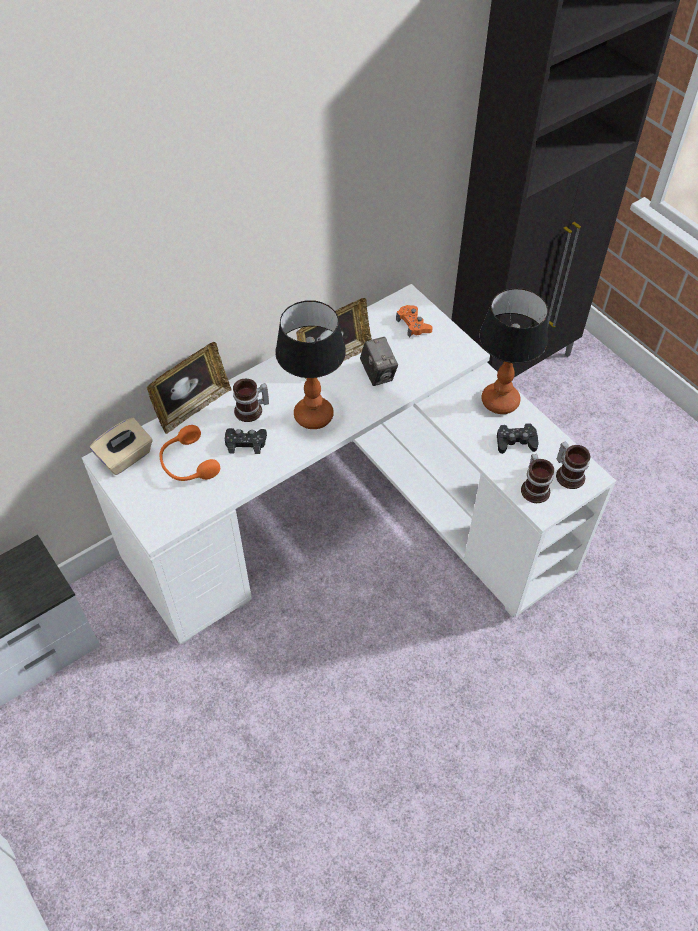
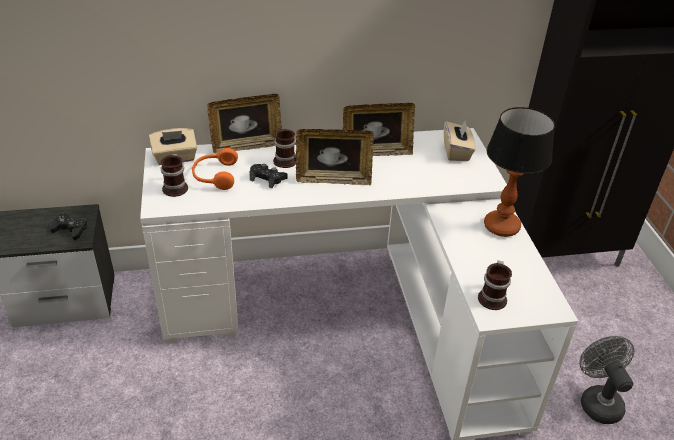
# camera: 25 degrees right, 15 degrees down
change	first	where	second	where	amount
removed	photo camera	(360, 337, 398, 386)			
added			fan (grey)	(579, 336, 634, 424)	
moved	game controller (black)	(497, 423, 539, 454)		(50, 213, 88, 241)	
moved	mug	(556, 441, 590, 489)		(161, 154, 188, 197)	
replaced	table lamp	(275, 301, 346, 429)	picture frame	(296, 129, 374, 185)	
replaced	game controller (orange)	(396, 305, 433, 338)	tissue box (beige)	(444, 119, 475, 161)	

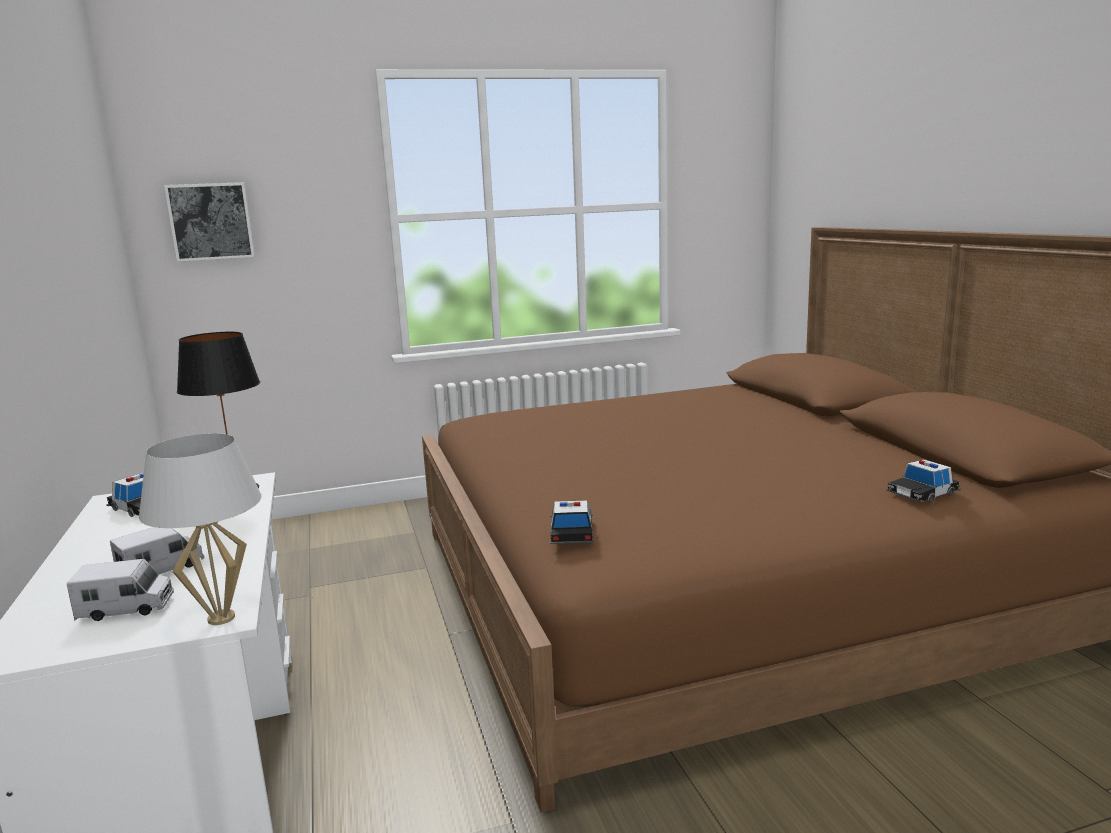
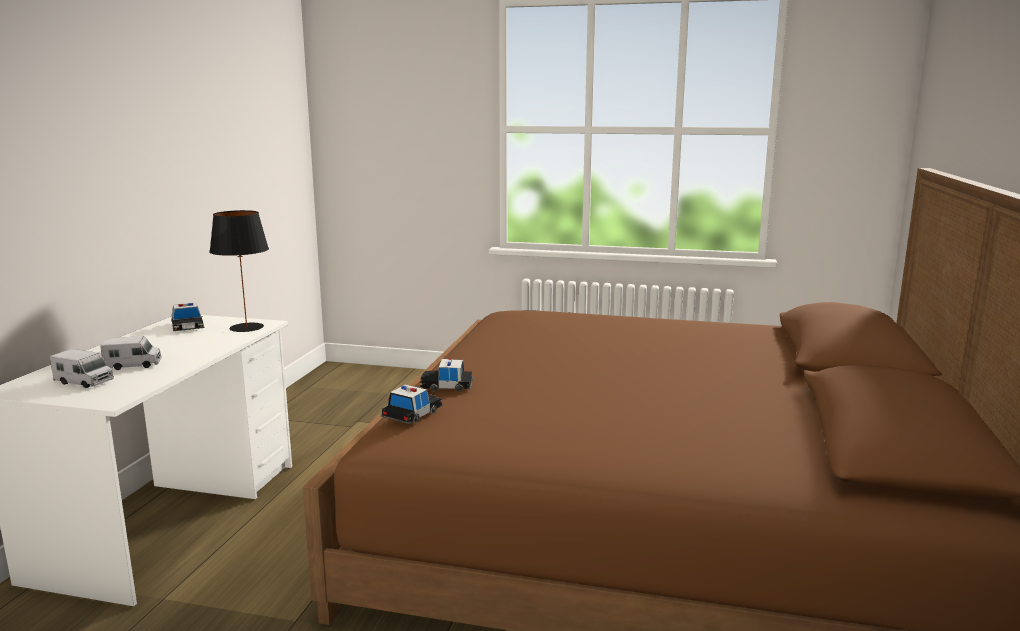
# camera: 30 degrees right, 0 degrees up
change	first	where	second	where	amount
removed	table lamp (white)	(139, 433, 262, 625)			
removed	picture	(164, 182, 255, 262)			
moved	toy car	(886, 459, 961, 502)		(419, 359, 473, 392)	

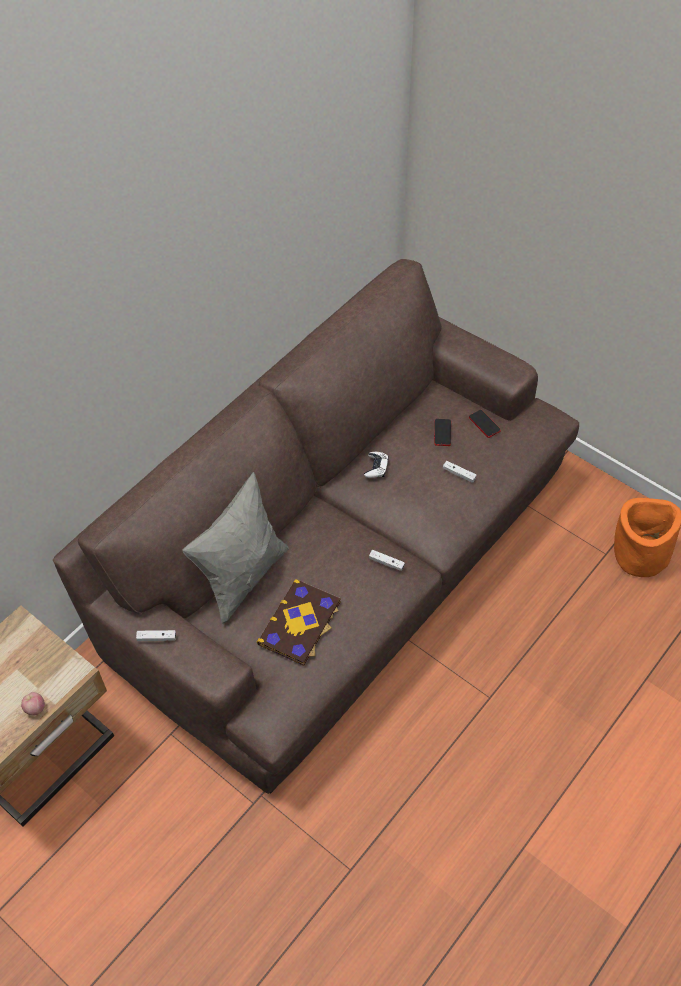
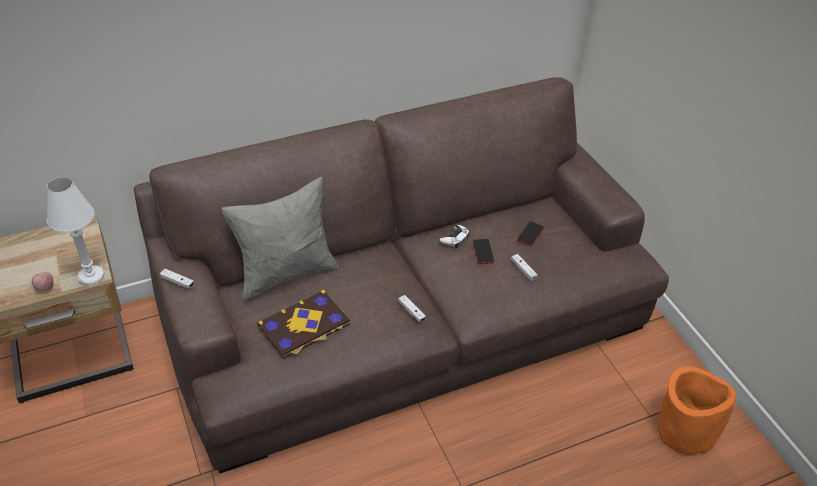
# camera: 25 degrees right, 10 degrees down
change	first	where	second	where	amount
added			table lamp (white)	(47, 177, 104, 286)	
moved	phone	(469, 410, 501, 438)		(473, 239, 494, 264)	

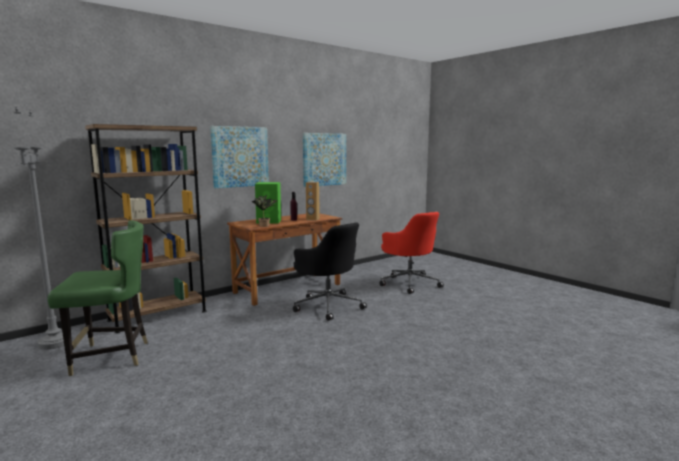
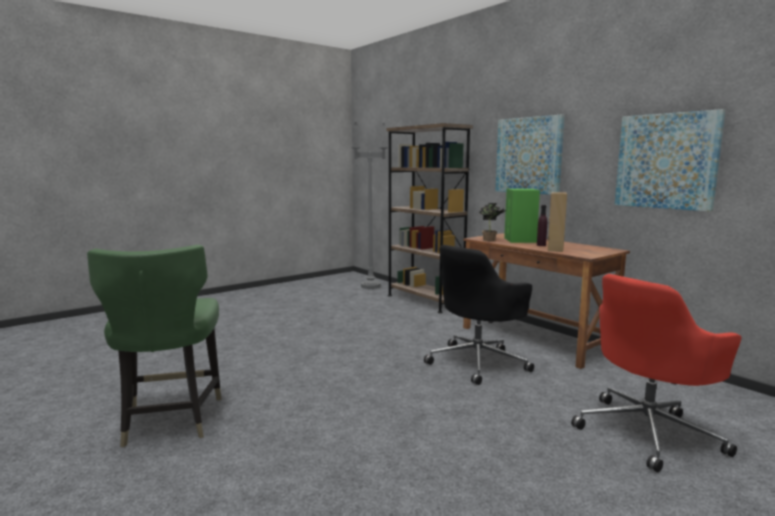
# camera: 90 degrees right, 0 degrees up
change	first	where	second	where	amount
moved	chair (green)	(48, 220, 148, 376)		(87, 245, 221, 447)	

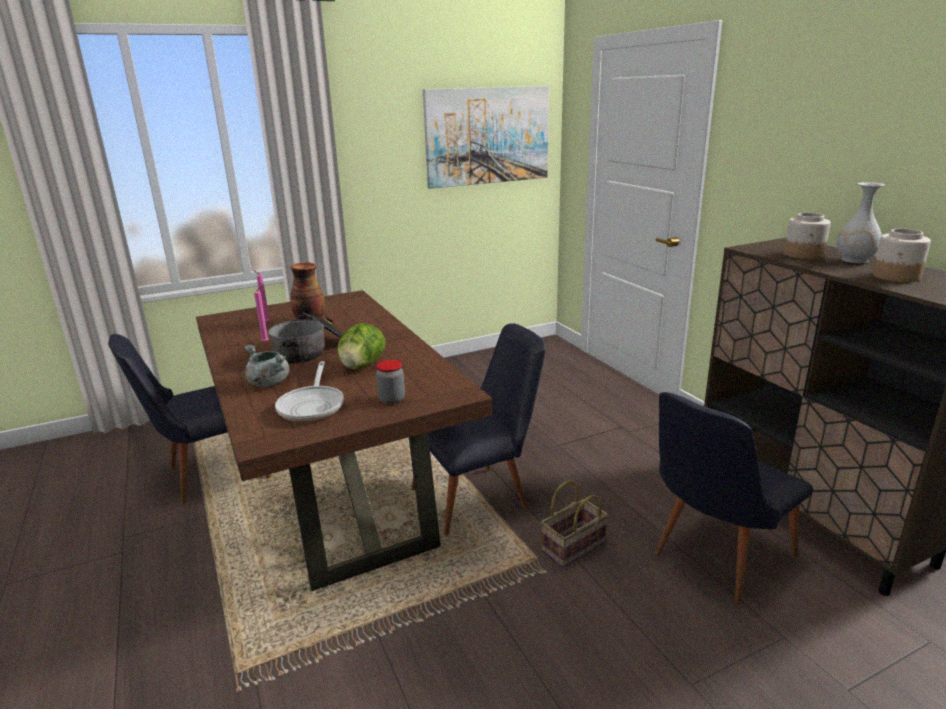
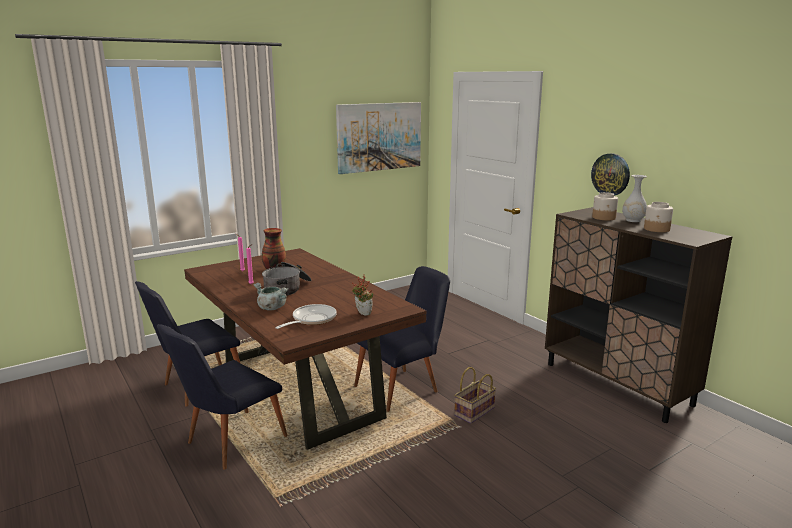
# camera: 10 degrees left, 5 degrees down
change	first	where	second	where	amount
removed	lettuce	(337, 323, 386, 369)			
added			wall clock	(591, 153, 630, 196)	
moved	chair (black)	(655, 392, 813, 604)		(157, 324, 288, 470)	
replaced	jar	(376, 360, 405, 404)	potted plant	(352, 274, 373, 316)	
turned	frying pan	(275, 361, 344, 422)		(275, 304, 337, 329)	135 degrees counterclockwise

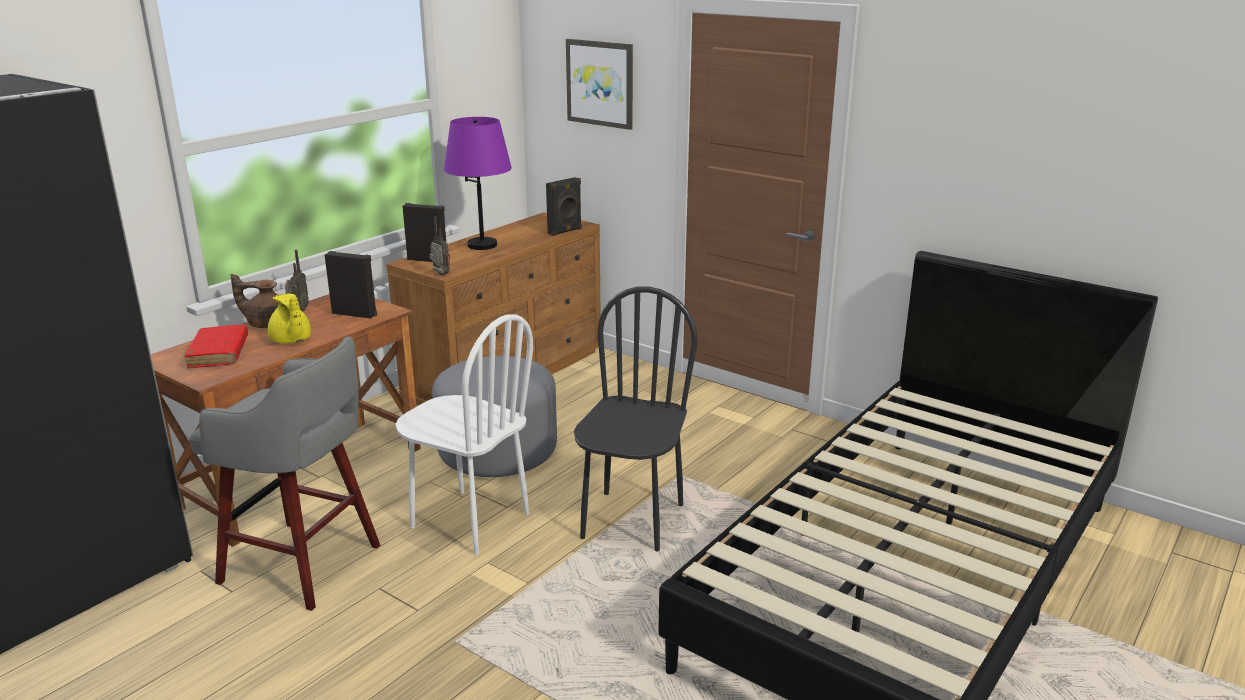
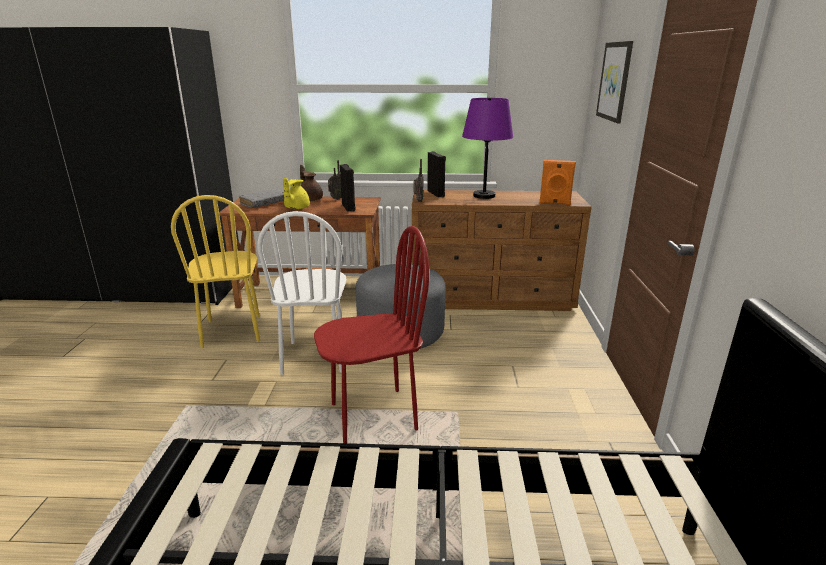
# camera: 55 degrees right, 0 degrees up
change	first	where	second	where	amount
replaced	stool (grey)	(189, 336, 380, 611)	chair (yellow)	(171, 195, 260, 348)	
recoloured	book (red)	(185, 325, 248, 368)	book (grey)	(239, 189, 284, 208)	
recoloured	speaker (black)	(546, 177, 582, 236)	speaker (orange)	(539, 160, 576, 205)	
recoloured	chair (black)	(574, 286, 697, 551)	chair (red)	(314, 226, 429, 443)	

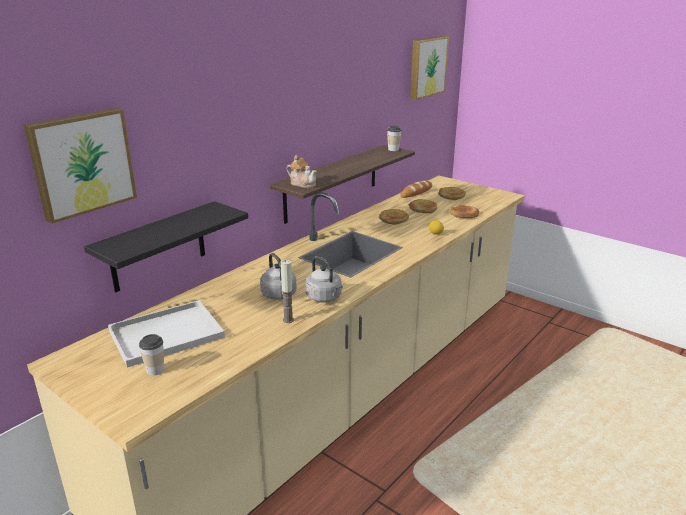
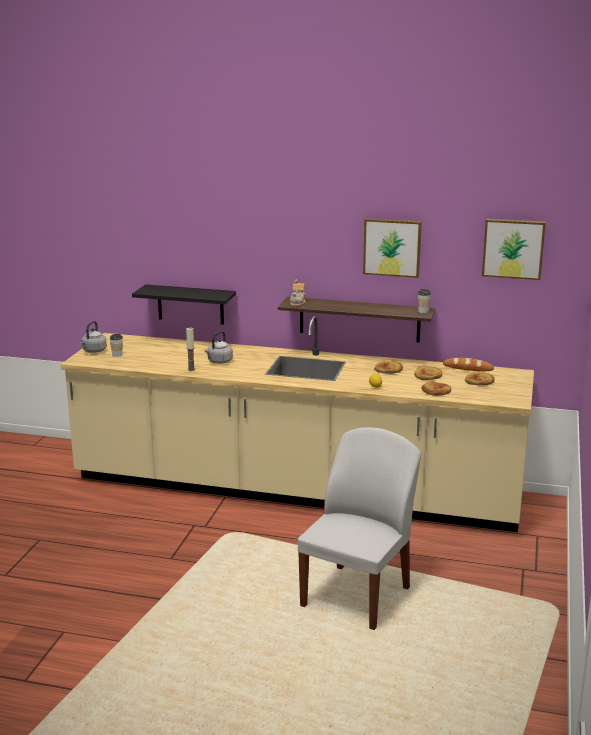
# camera: 65 degrees right, 5 degrees down
change	first	where	second	where	amount
removed	tray (white)	(108, 300, 225, 368)			
added			chair (white)	(298, 427, 421, 630)	
moved	picture	(24, 108, 137, 224)		(363, 218, 422, 278)	
moved	kettle (grey)	(306, 256, 343, 303)		(80, 321, 107, 353)	

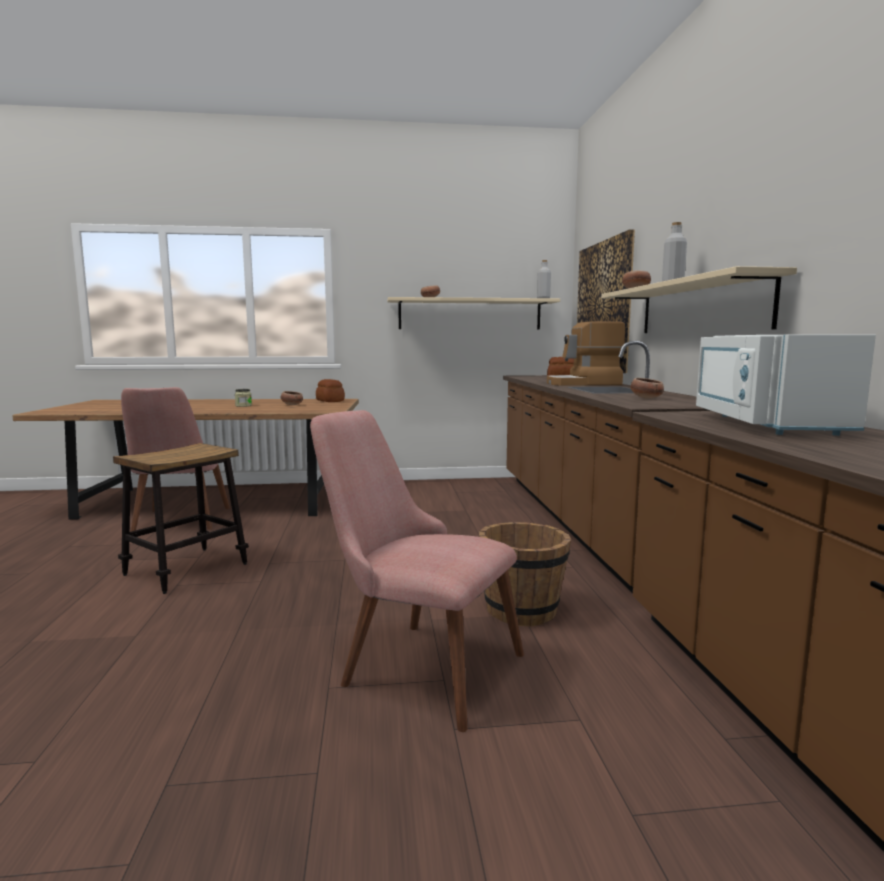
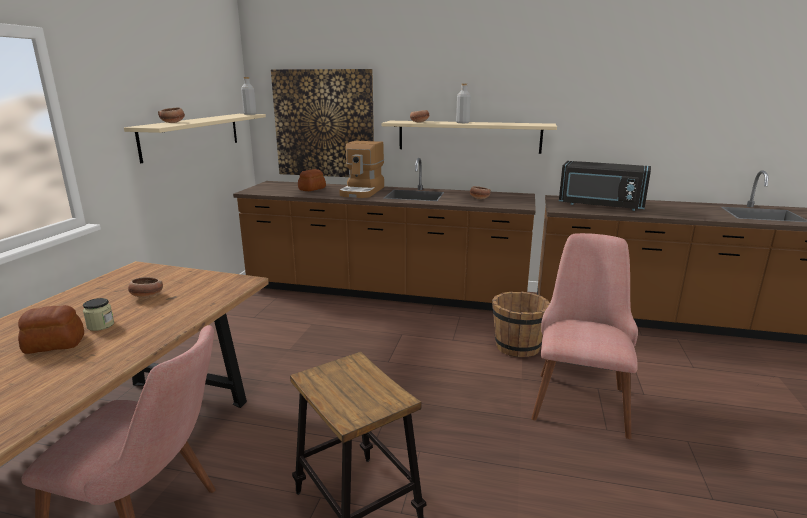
# camera: 70 degrees left, 10 degrees up
change	first	where	second	where	amount
moved	bread	(316, 379, 345, 402)		(18, 305, 84, 354)	
recoloured	microwave (white)	(696, 334, 876, 436)	microwave (black)	(559, 161, 651, 211)	
turned	chair (pink)	(310, 410, 524, 732)		(531, 233, 638, 439)	150 degrees clockwise

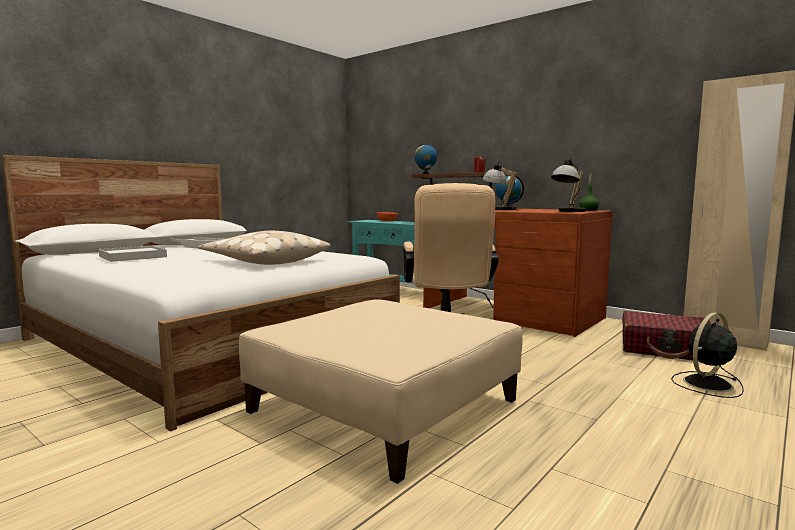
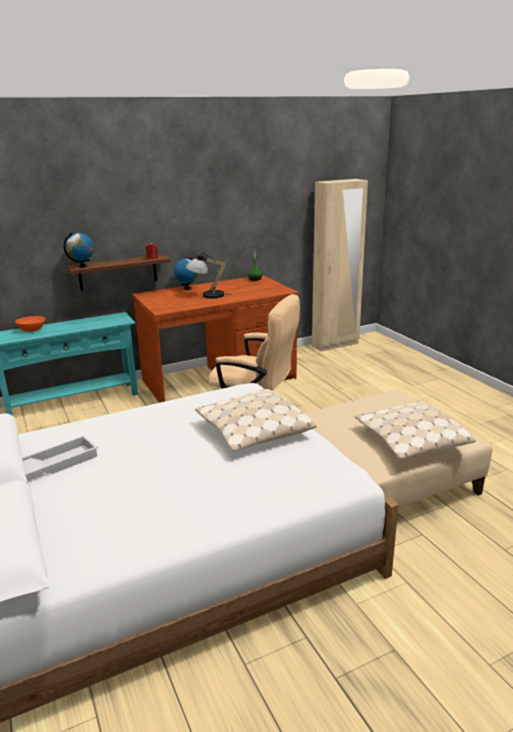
# camera: 65 degrees left, 15 degrees up
change	first	where	second	where	amount
removed	tray (white)	(99, 246, 167, 262)			
removed	table lamp	(551, 158, 586, 212)			
removed	suitcase (red)	(622, 311, 711, 360)			
removed	fan (black)	(671, 312, 744, 398)			
added			pillow (beige)	(354, 401, 476, 459)	

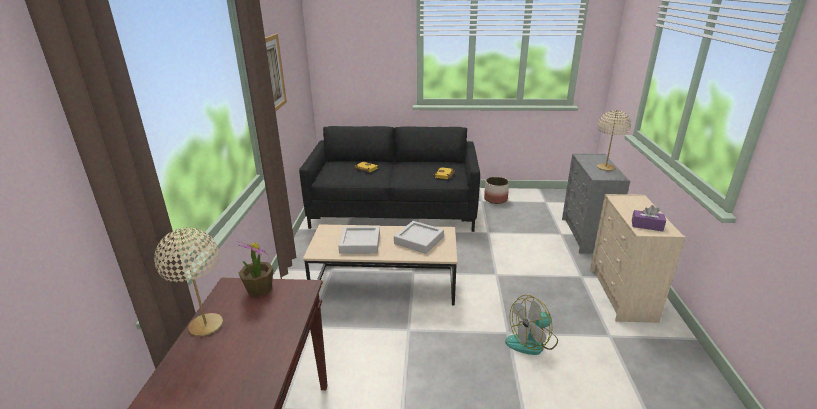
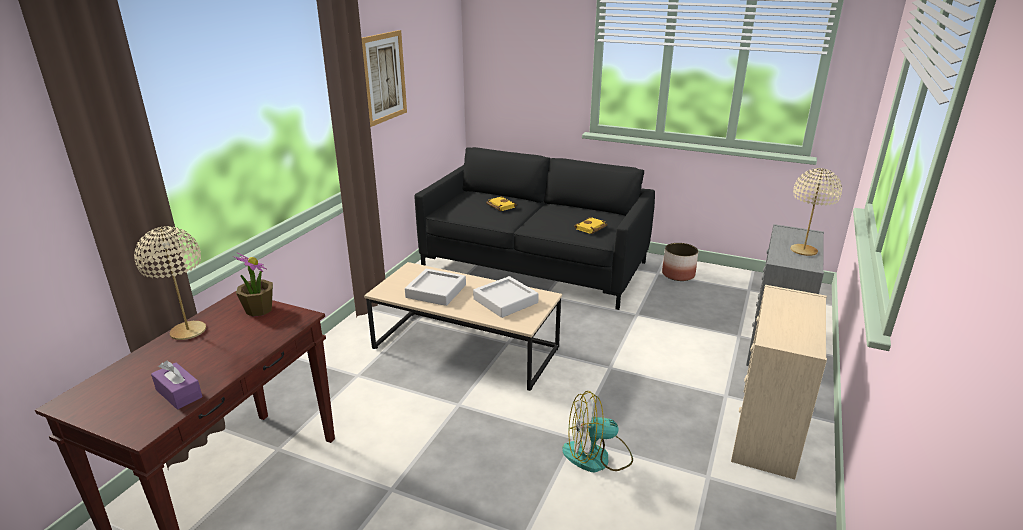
# camera: 20 degrees right, 0 degrees up
change	first	where	second	where	amount
moved	tissue box (purple)	(632, 205, 666, 231)		(151, 361, 202, 409)	

